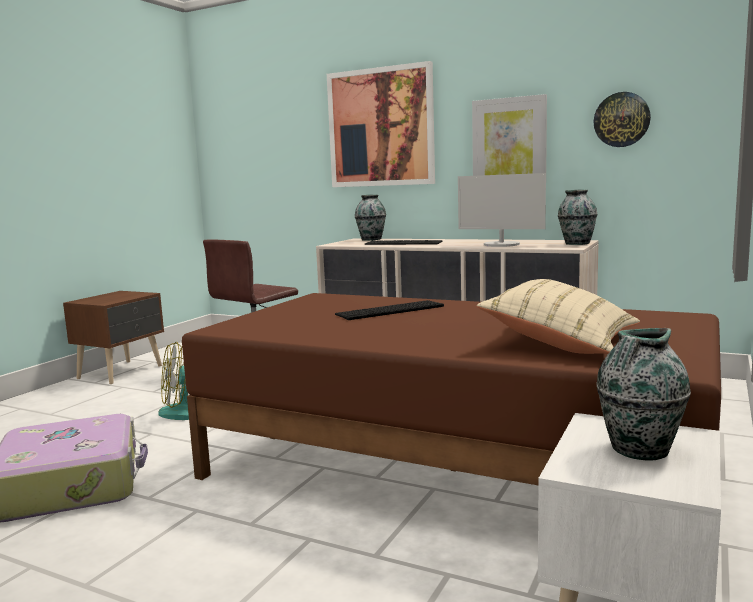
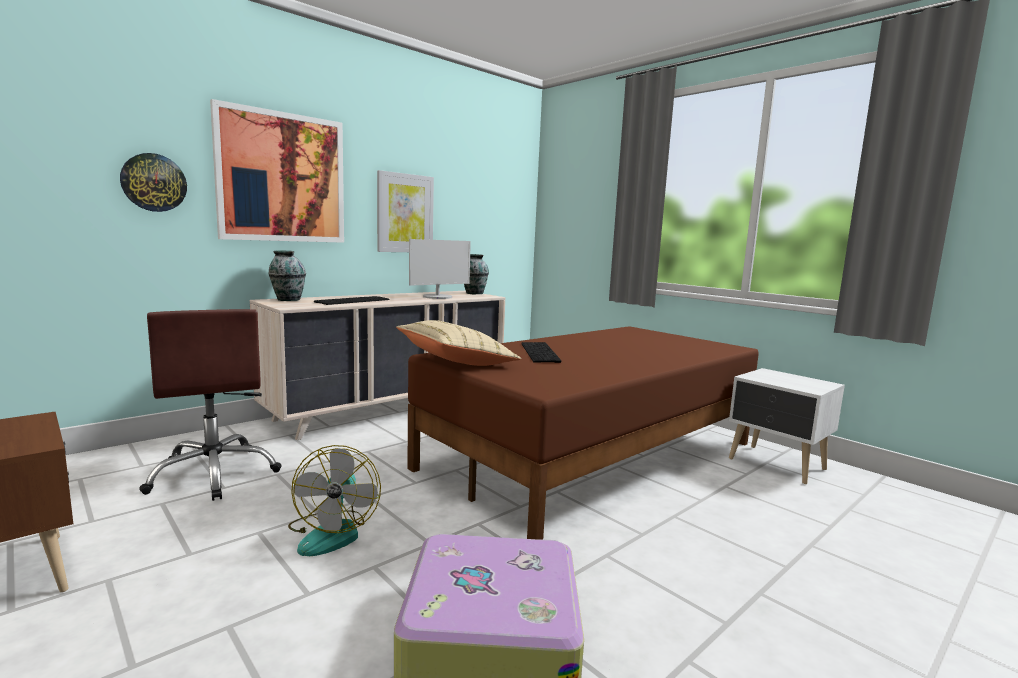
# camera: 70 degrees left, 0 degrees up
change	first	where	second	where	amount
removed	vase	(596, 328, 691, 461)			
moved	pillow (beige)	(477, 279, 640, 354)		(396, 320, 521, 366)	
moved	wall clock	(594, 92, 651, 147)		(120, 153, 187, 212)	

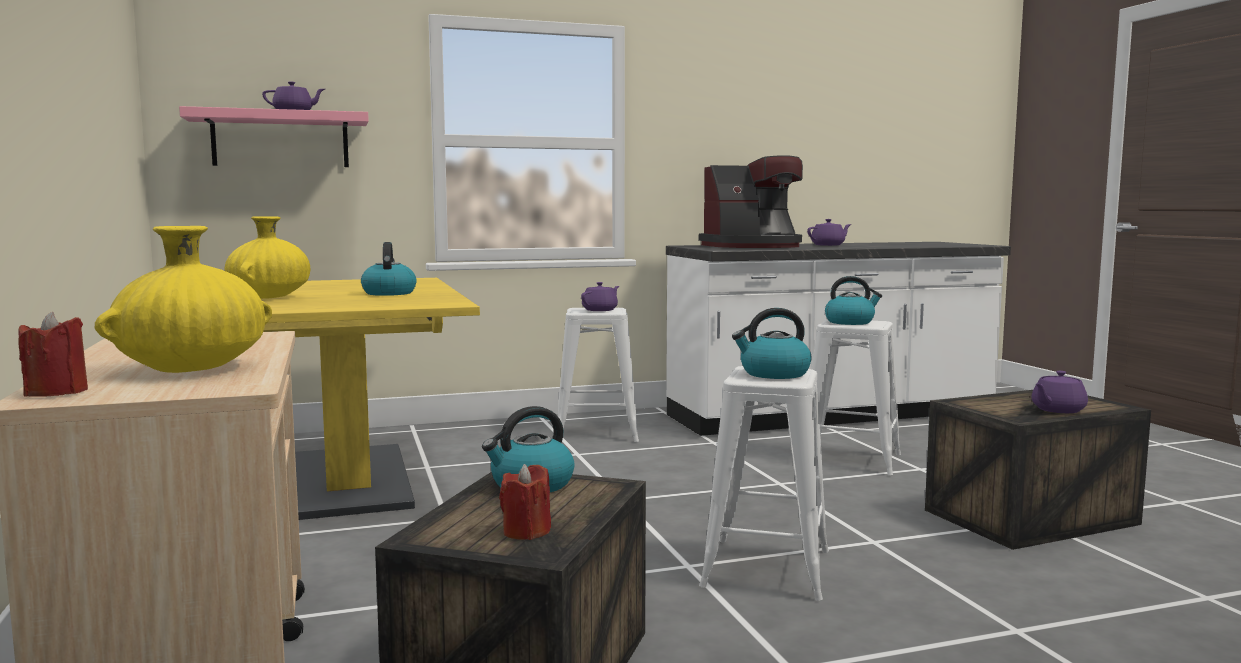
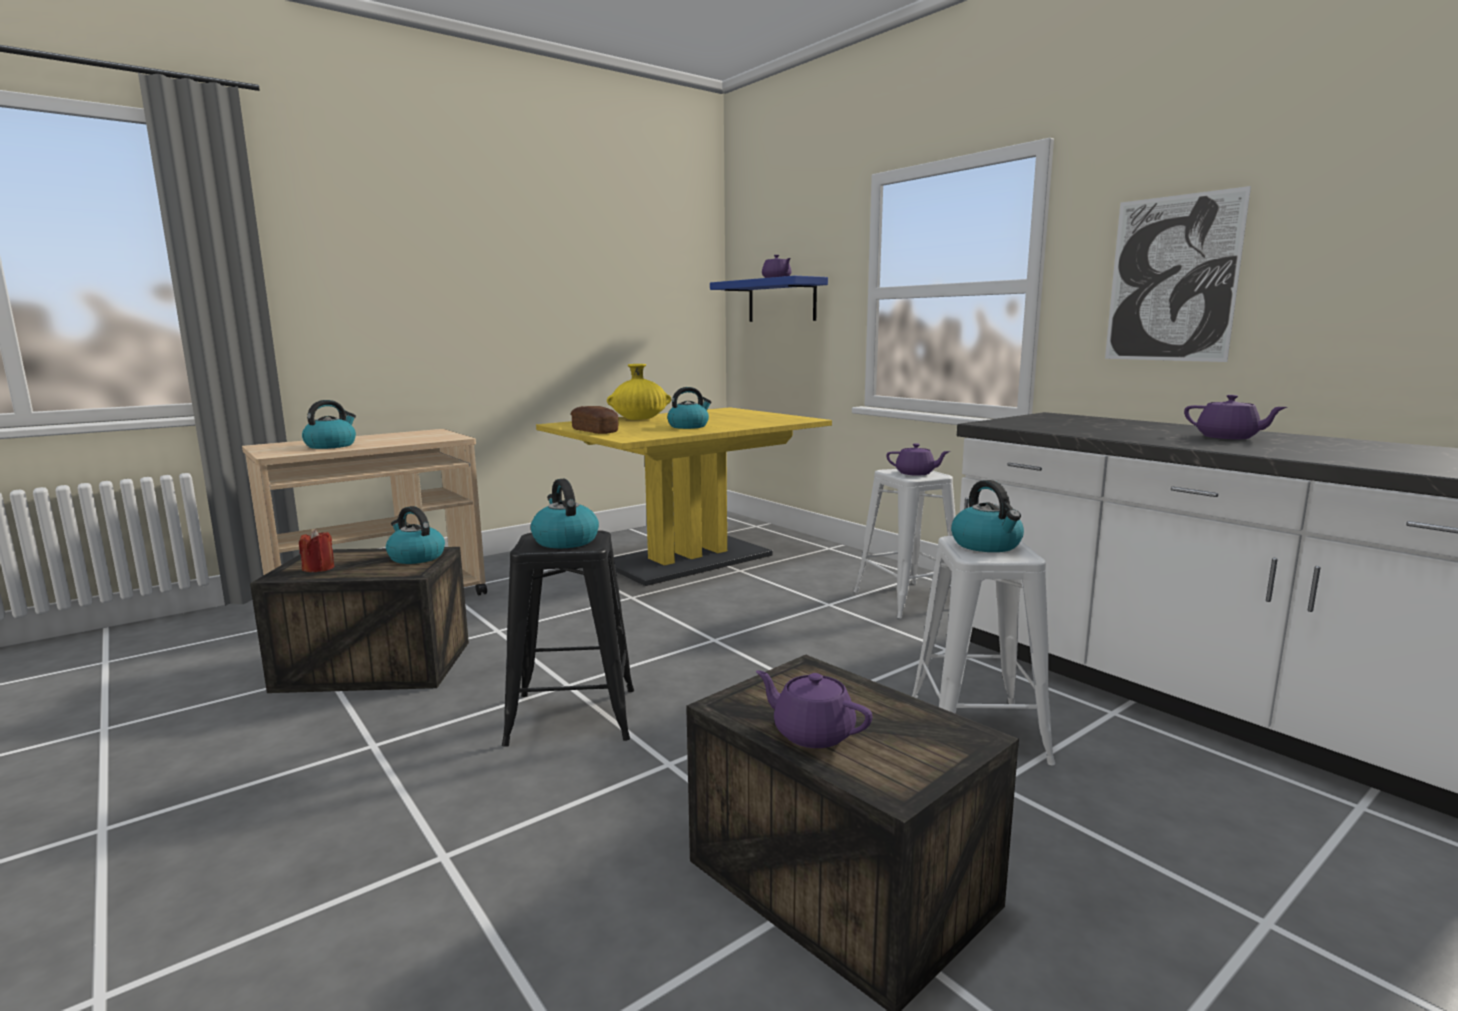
# camera: 70 degrees right, 5 degrees up
change	first	where	second	where	amount
removed	candle (red)	(18, 312, 88, 397)			
removed	coffee machine	(699, 155, 803, 248)			
added			bread	(571, 406, 618, 434)	
added			picture	(1105, 186, 1251, 362)	
replaced	vase (yellow)	(95, 226, 272, 373)	kettle	(302, 400, 356, 449)	
recoloured	shelf (pink)	(179, 106, 369, 167)	shelf (blue)	(710, 276, 828, 322)	
recoloured	stool (white)	(699, 366, 829, 601)	stool (black)	(502, 531, 634, 747)	

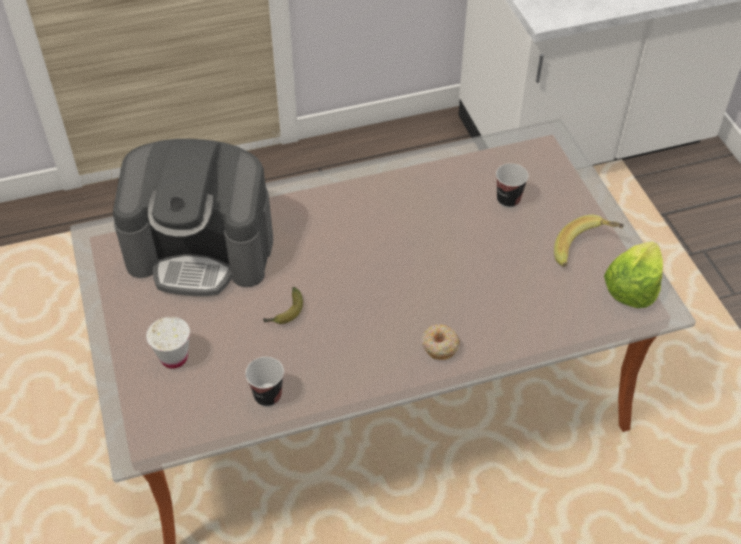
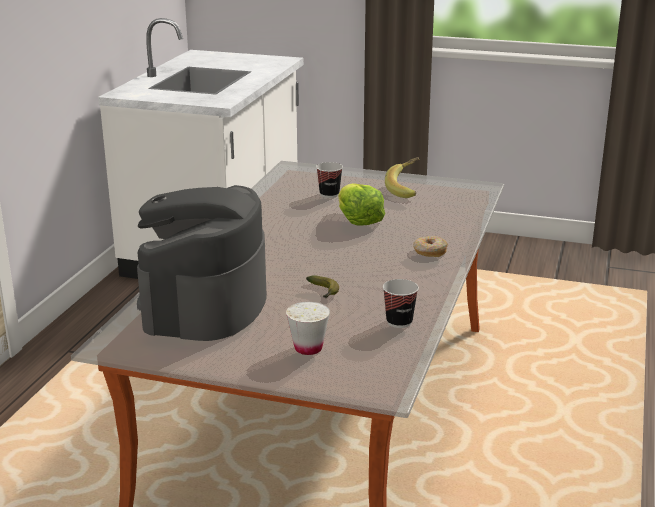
# camera: 55 degrees left, 25 degrees down
change	first	where	second	where	amount
moved	lettuce	(604, 241, 663, 308)		(338, 183, 385, 226)	
turned	coffee machine	(113, 139, 273, 296)		(137, 185, 267, 341)	150 degrees clockwise

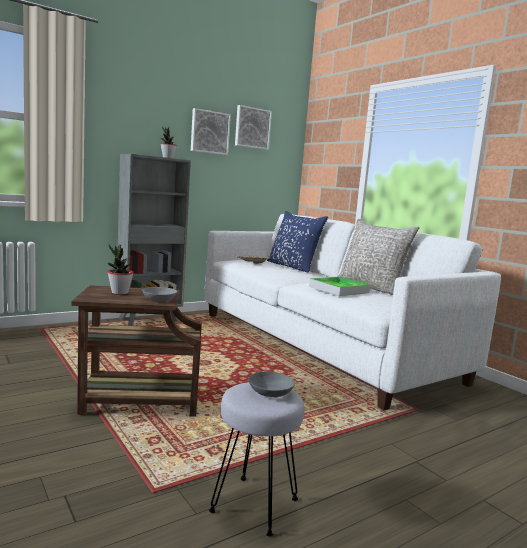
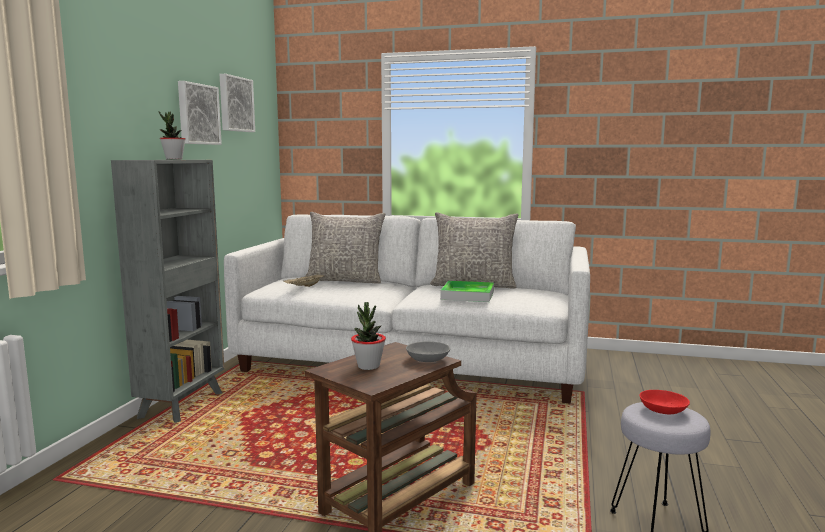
# camera: 40 degrees left, 0 degrees up
change	first	where	second	where	amount
recoloured	bowl (grey)	(248, 371, 295, 397)	bowl (red)	(639, 390, 690, 414)	
recoloured	pillow (blue)	(267, 211, 328, 273)	pillow (grey)	(304, 212, 386, 284)	

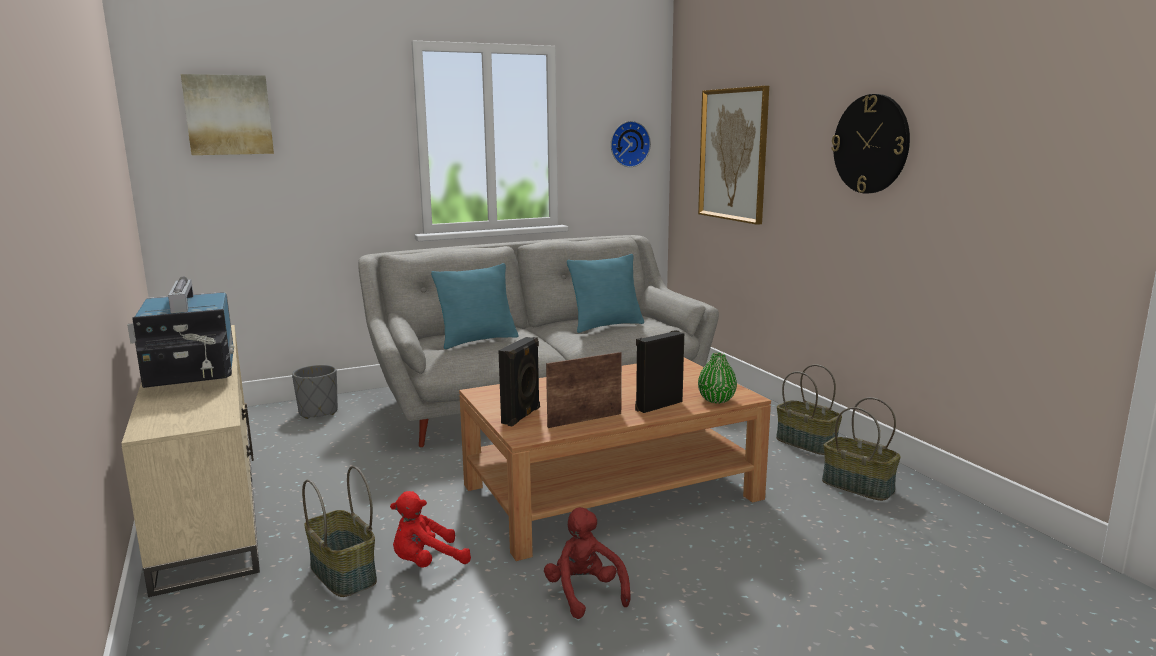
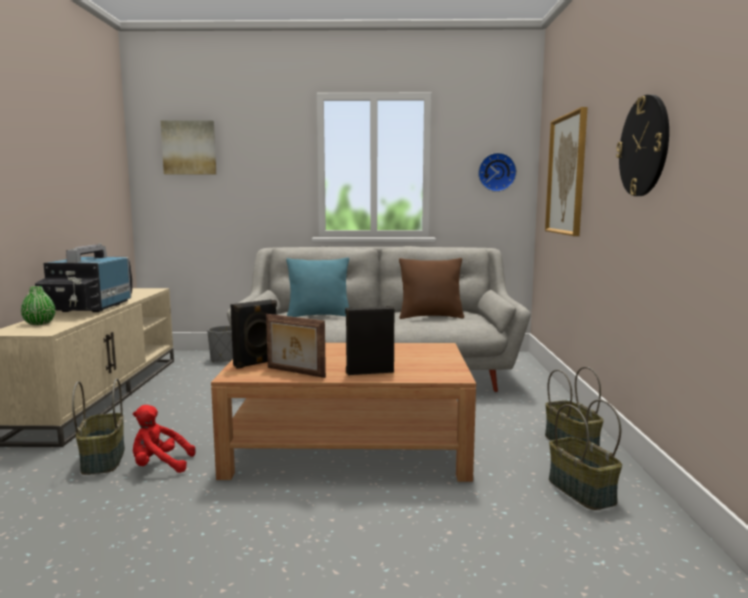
# camera: 25 degrees right, 5 degrees down
change	first	where	second	where	amount
removed	plush toy (red)	(544, 507, 631, 619)			
moved	vase (green)	(698, 353, 737, 404)		(21, 286, 55, 325)	
recoloured	pillow (turquoise)	(567, 254, 644, 333)	pillow (brown)	(399, 258, 464, 319)	
turned	picture frame	(546, 352, 622, 428)		(266, 314, 326, 378)	150 degrees counterclockwise

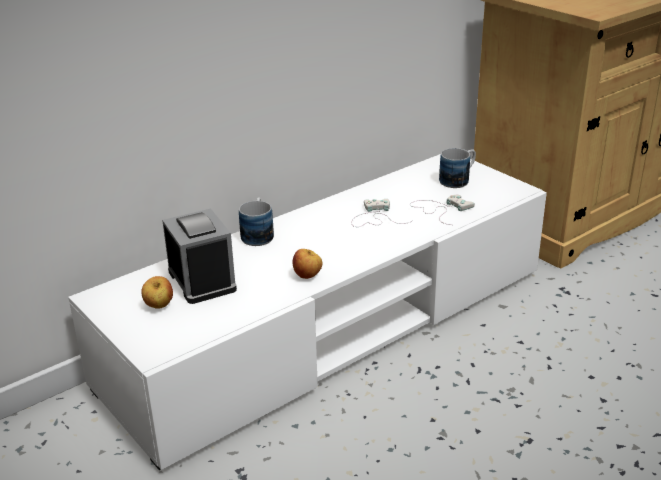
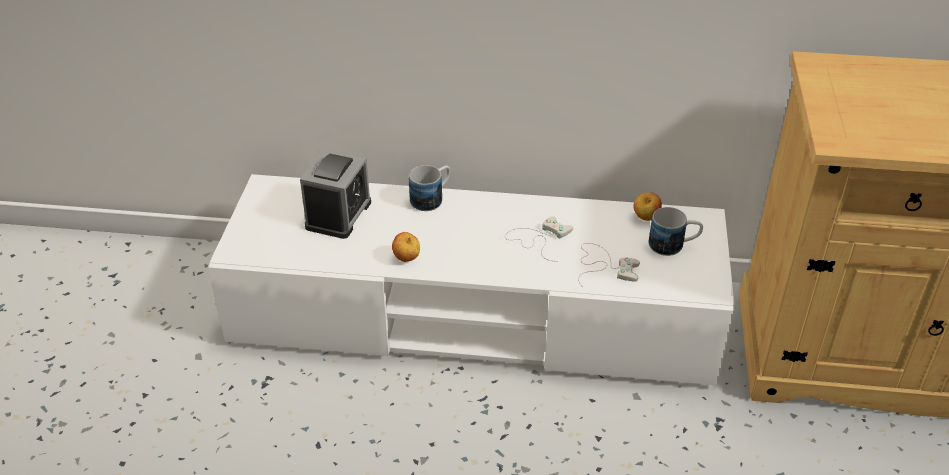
# camera: 45 degrees right, 10 degrees up
change	first	where	second	where	amount
moved	apple	(141, 276, 173, 309)		(633, 192, 662, 221)	

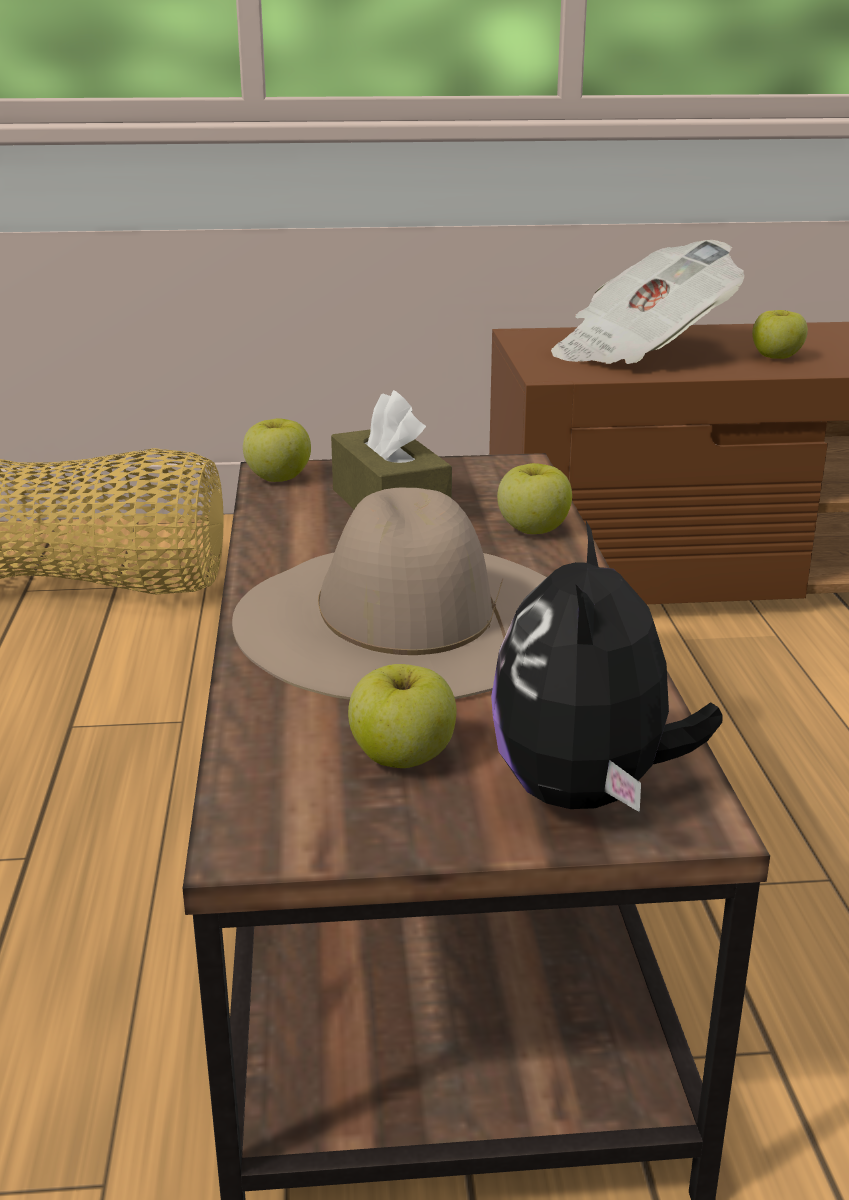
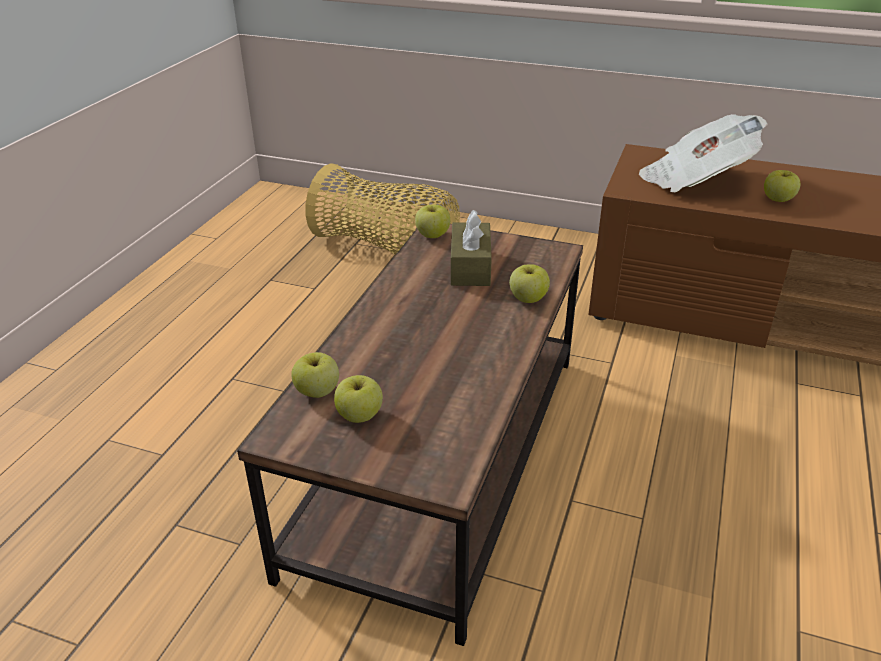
# camera: 25 degrees right, 10 degrees up
change	first	where	second	where	amount
removed	hat (beige)	(232, 487, 547, 700)			
removed	plush toy	(491, 521, 723, 812)			
added			apple	(291, 352, 339, 398)	

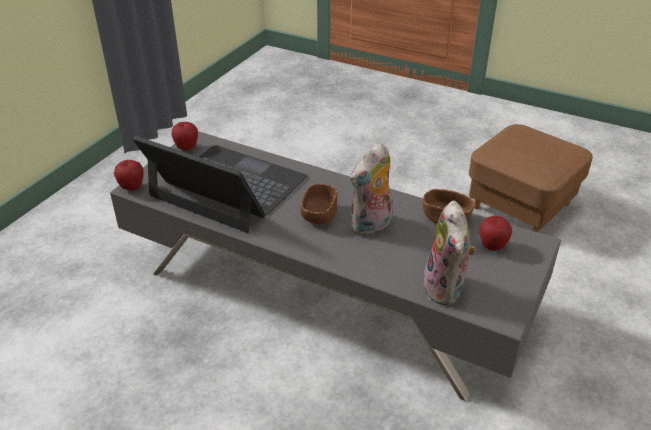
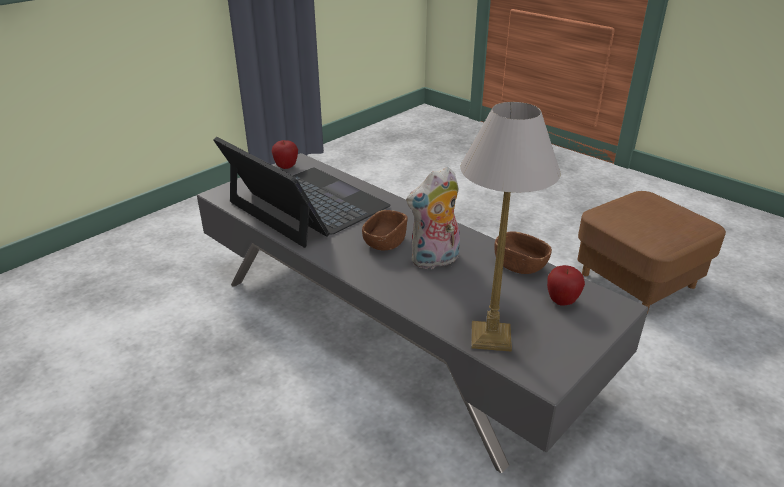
# camera: 15 degrees right, 5 degrees down
change	first	where	second	where	amount
removed	apple	(114, 160, 144, 191)			
replaced	plush toy	(423, 201, 476, 305)	table lamp	(460, 102, 560, 352)	

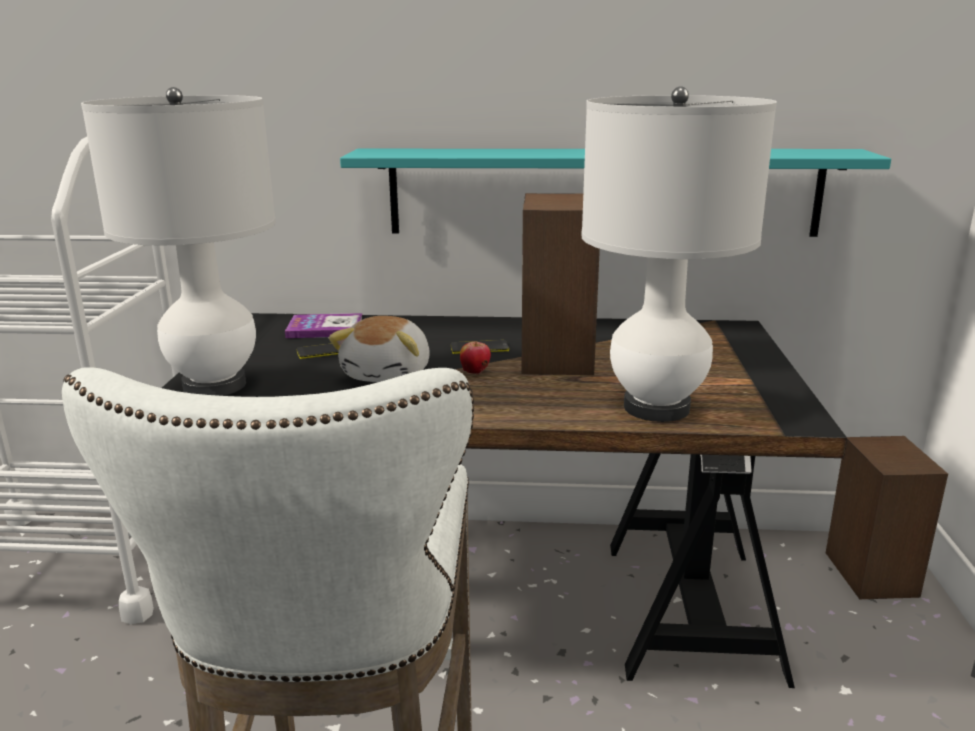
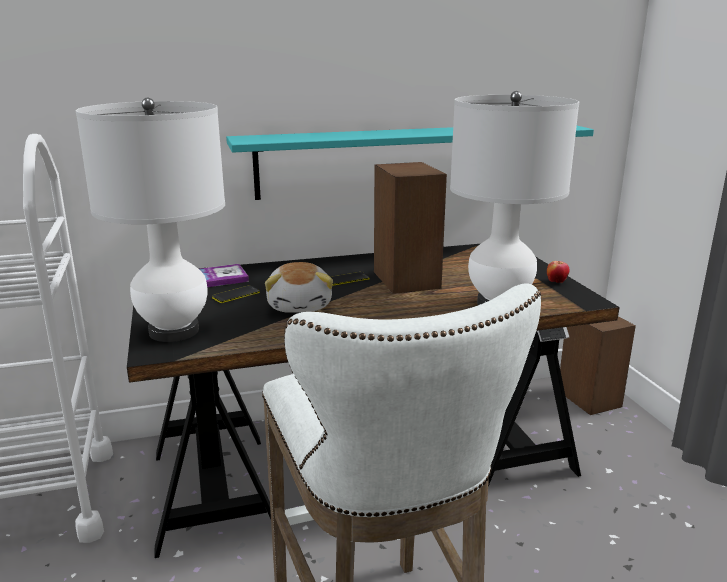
# camera: 20 degrees left, 0 degrees up
change	first	where	second	where	amount
moved	apple	(460, 341, 491, 374)		(547, 261, 569, 283)	

